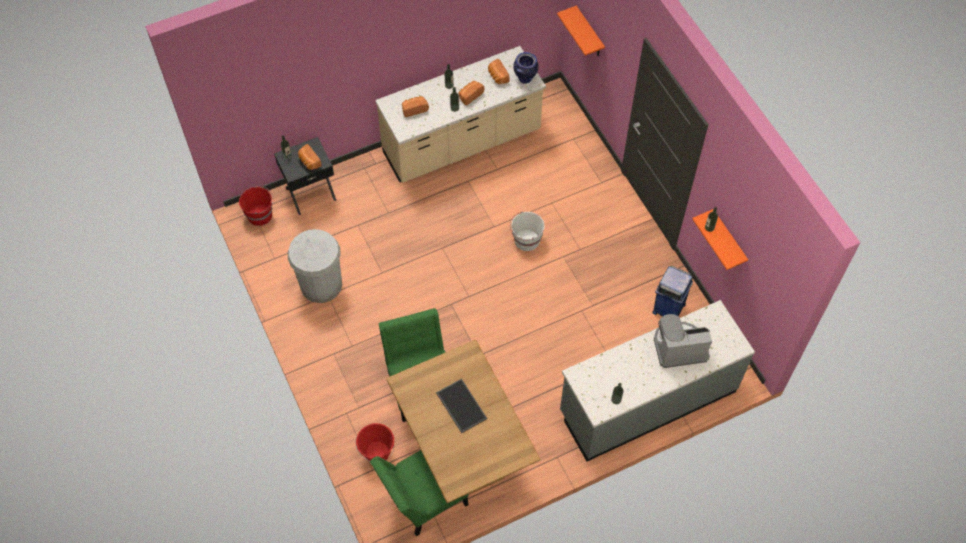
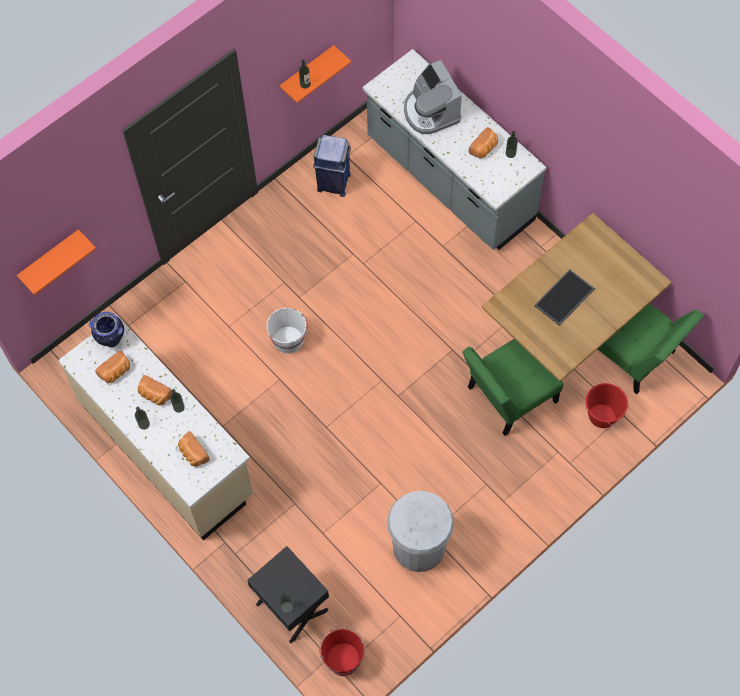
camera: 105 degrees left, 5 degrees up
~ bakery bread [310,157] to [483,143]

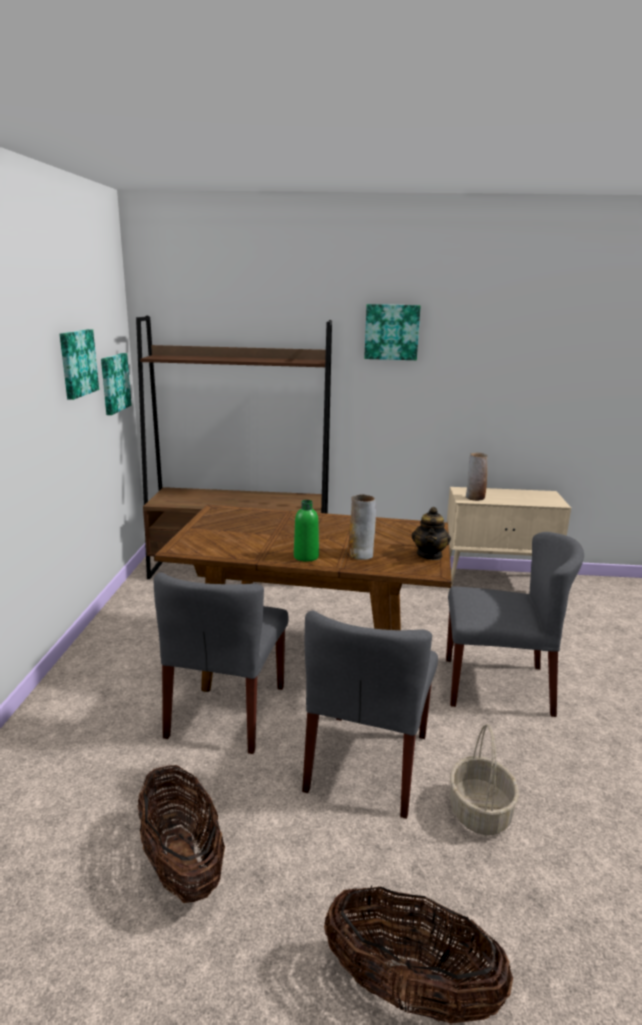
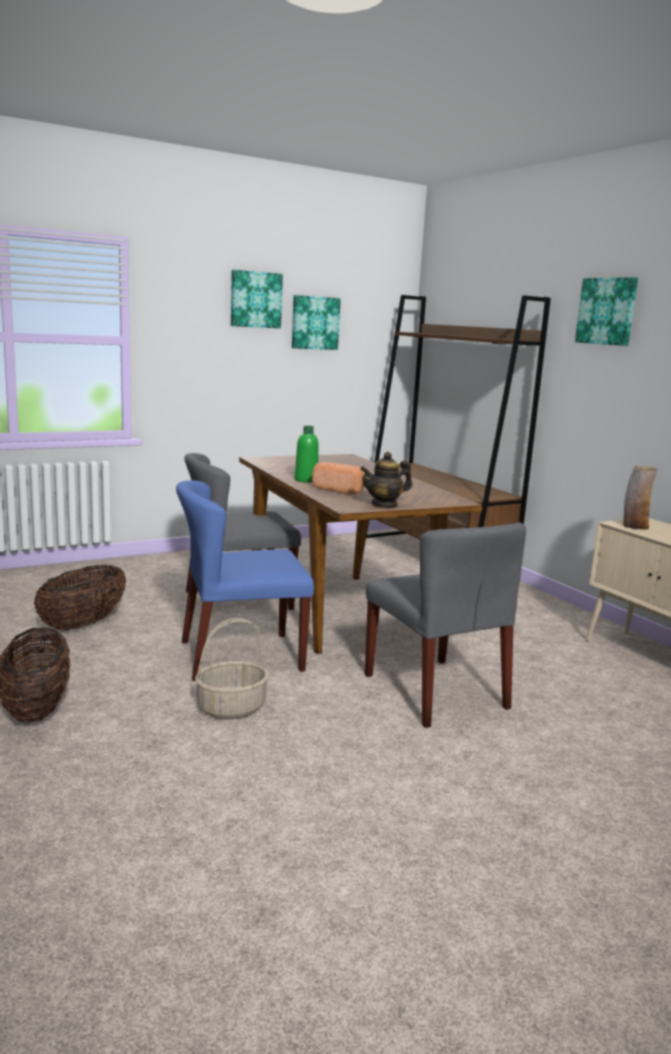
camera: 55 degrees right, 5 degrees down
~ wall art [116,384] to [257,299]
~ greyish chair [370,714] to bluish chair [245,580]
~ vase [361,527] to bakery bread [338,478]

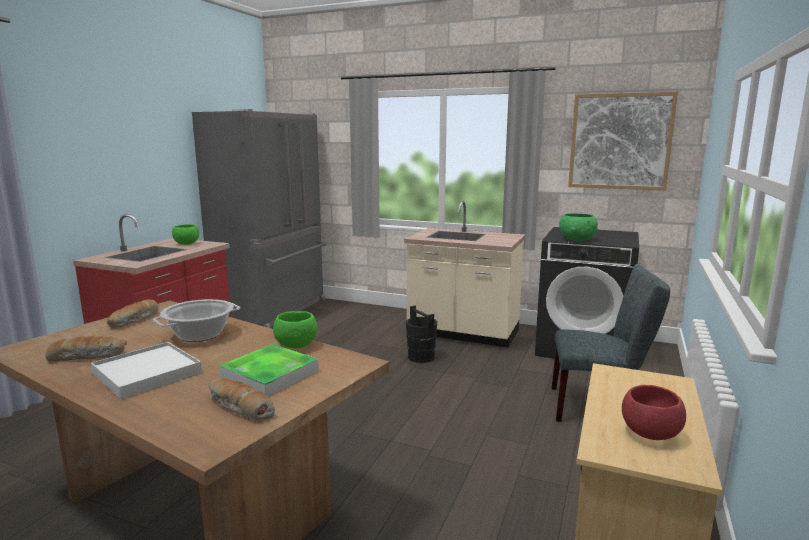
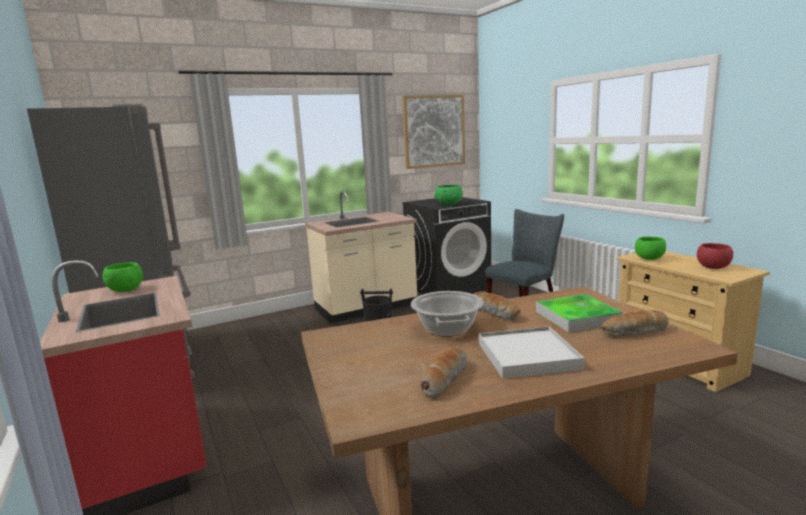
camera: 50 degrees left, 0 degrees up
~ bakery bread [133,313] to [497,305]
~ green deep dish [295,329] to [650,248]

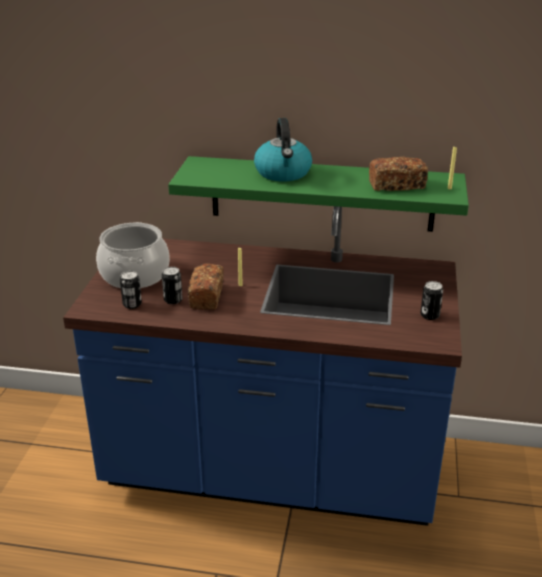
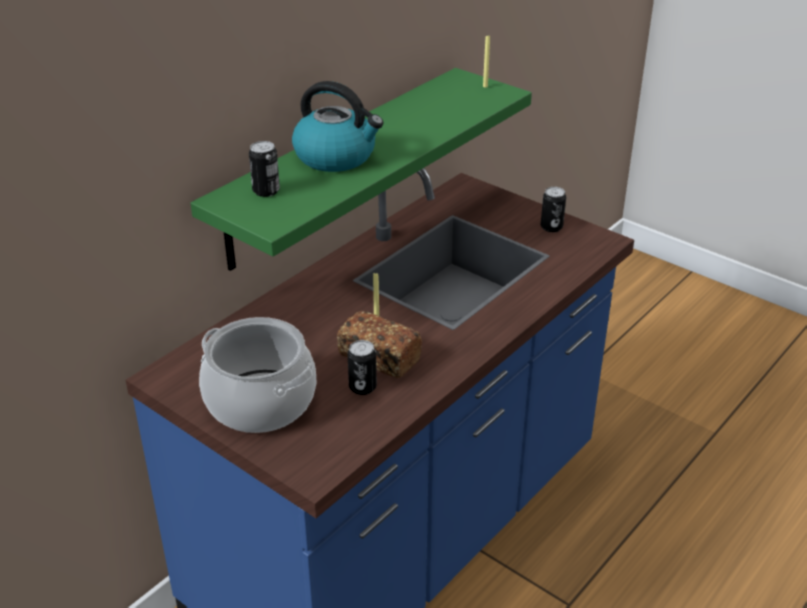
camera: 60 degrees left, 5 degrees up
~ can [131,290] to [264,169]
- bakery bread [398,174]

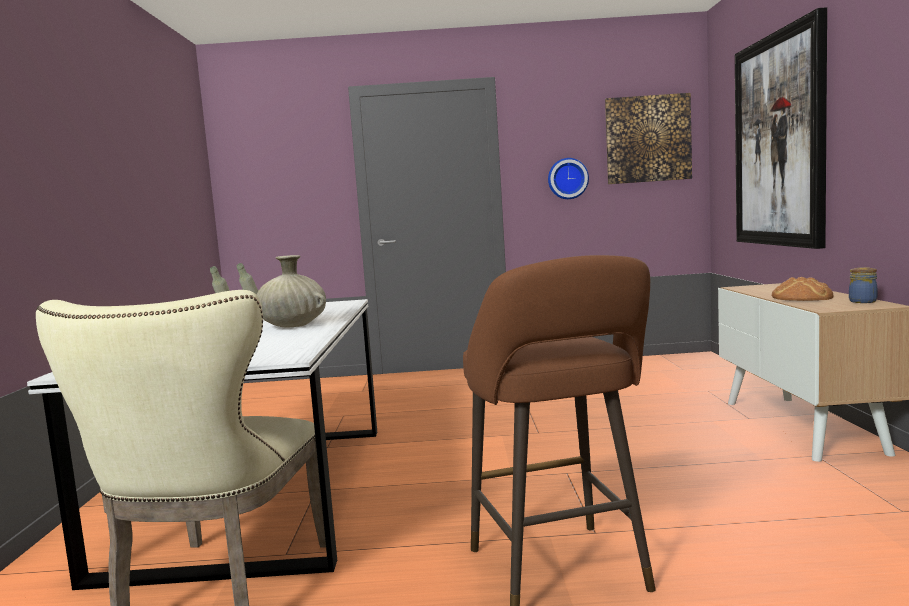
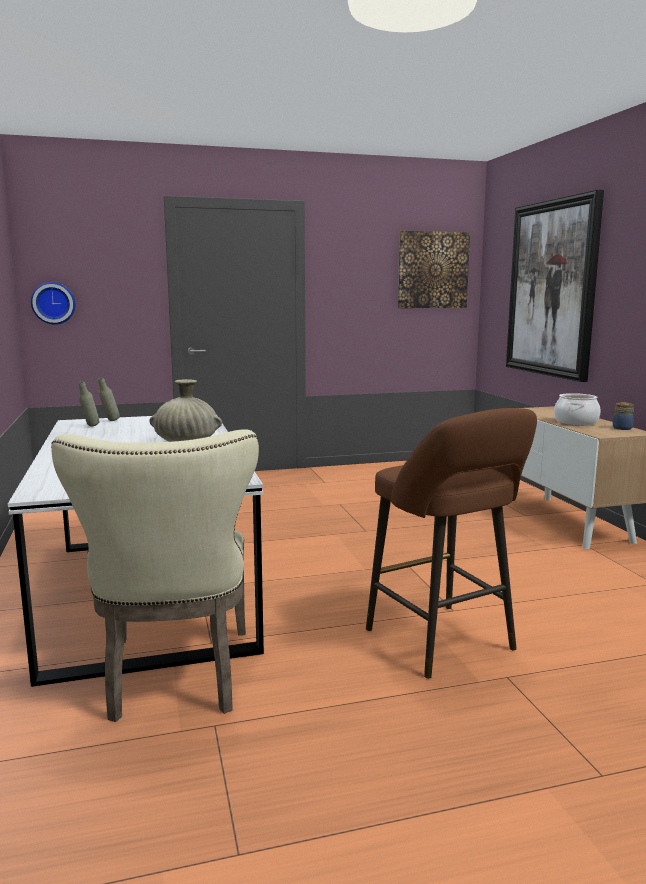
camera: 15 degrees left, 5 degrees up
~ clock on the wall [568,178] to [53,303]
~ bakery bread [803,289] to stockpot [577,409]

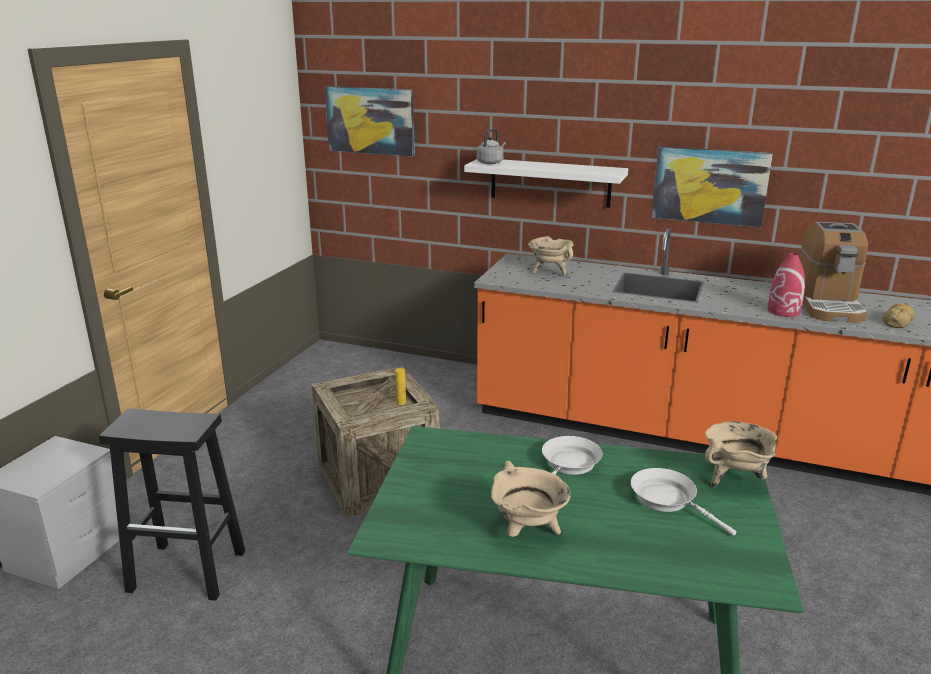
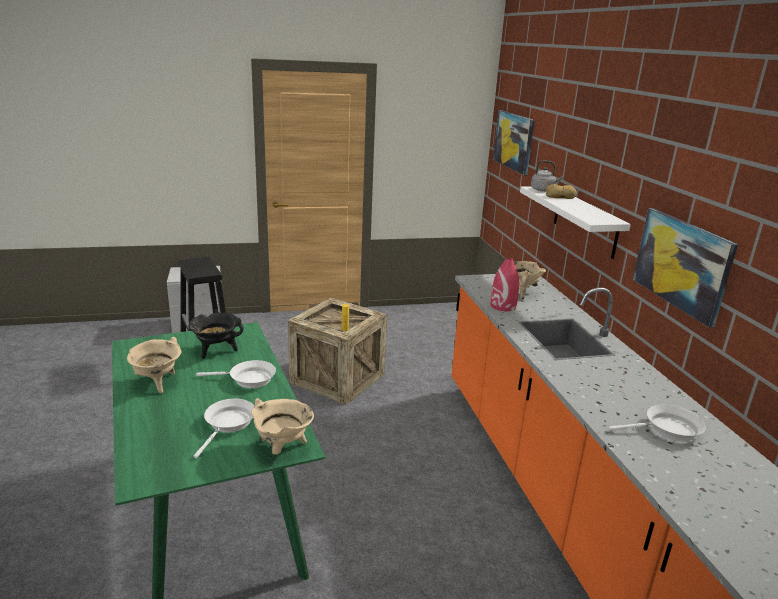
camera: 55 degrees right, 0 degrees up
~ red vase [786,285] to [504,284]
~ coffee brewer [833,272] to white-coloured frying pan [657,423]
~ bakery bread [899,315] to [561,191]
+ black-coloured stockpot [216,336]

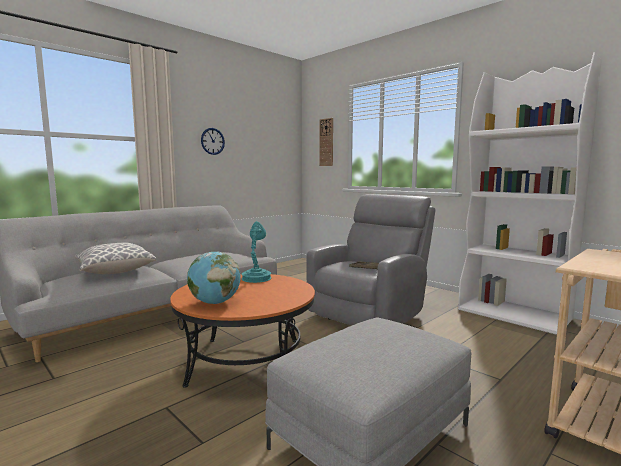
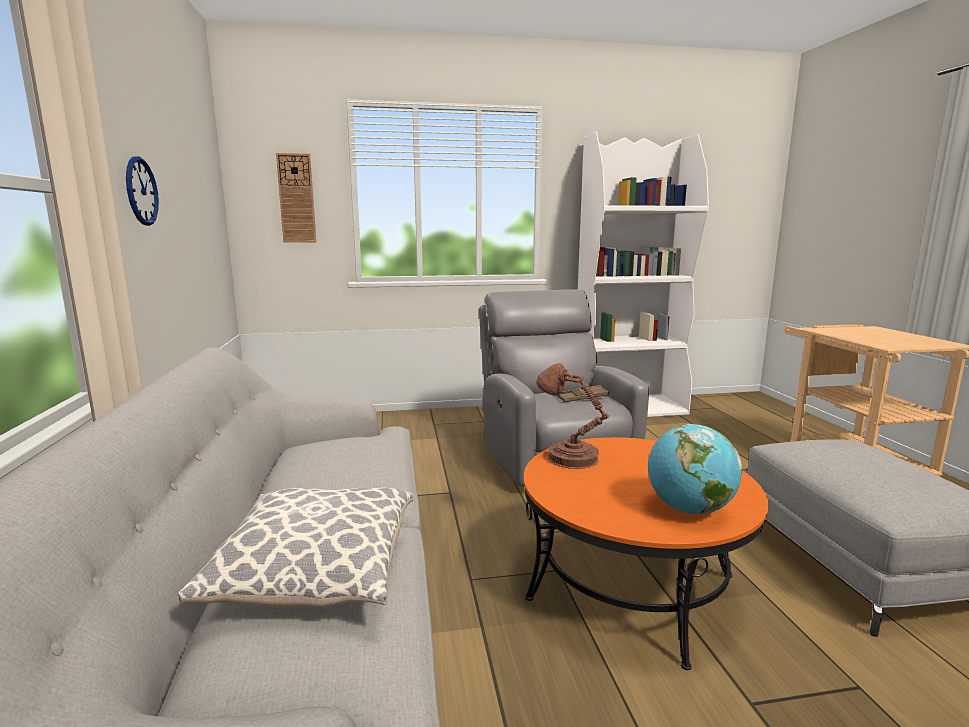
camera: 55 degrees left, 5 degrees up
~ turquoise-coloured lamp for a table [256,252] to brown lamp for a table [572,416]

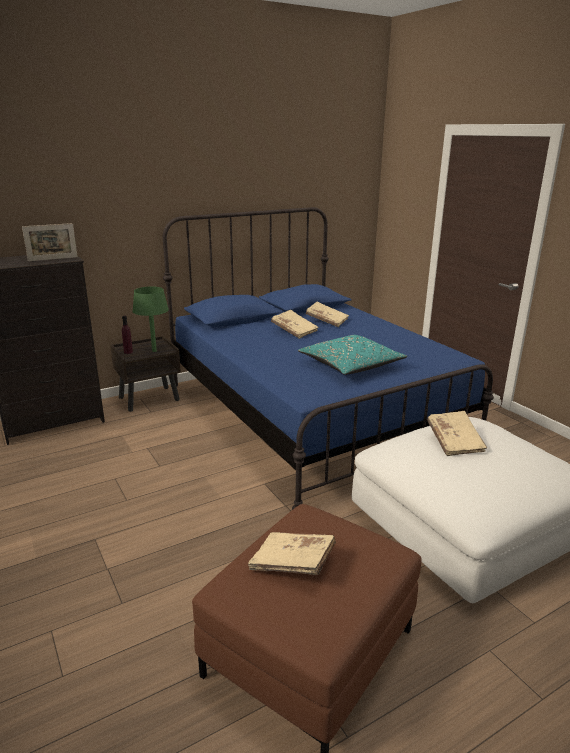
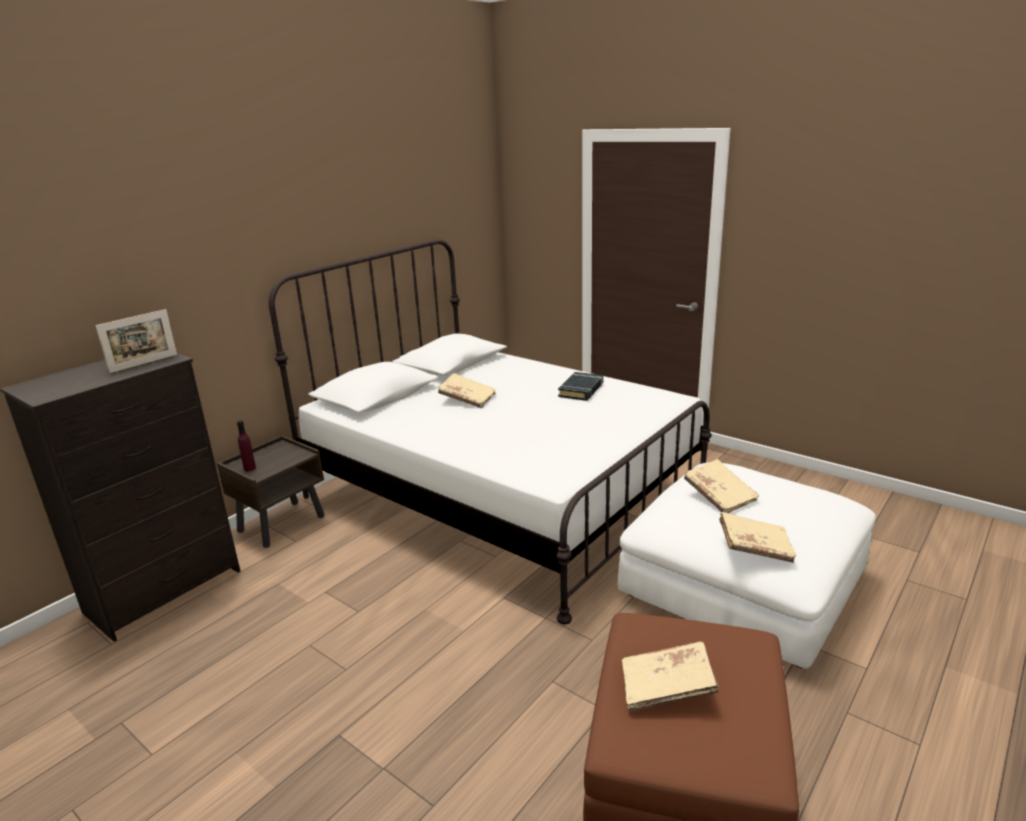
camera: 20 degrees left, 0 degrees up
- green lamp for a table [150,319]
~ bluish bed [328,358] to white-coloured bed [490,432]
- turquoise-coloured pillow [352,355]
~ beige-coloured volume [327,314] to [757,537]
+ black-coloured volume [580,386]

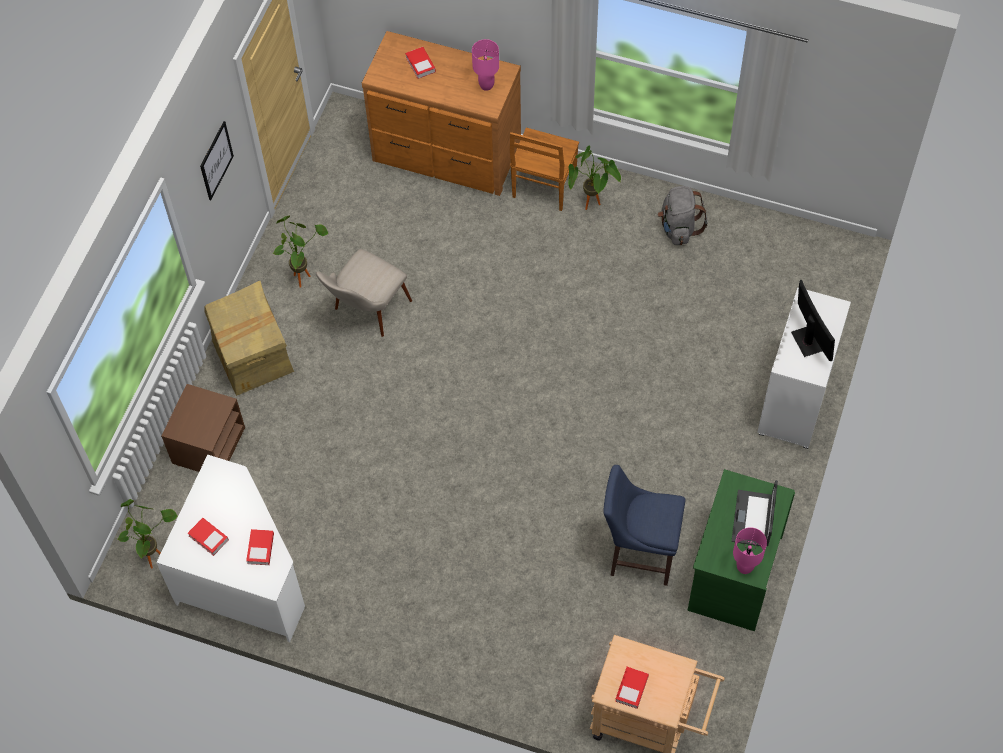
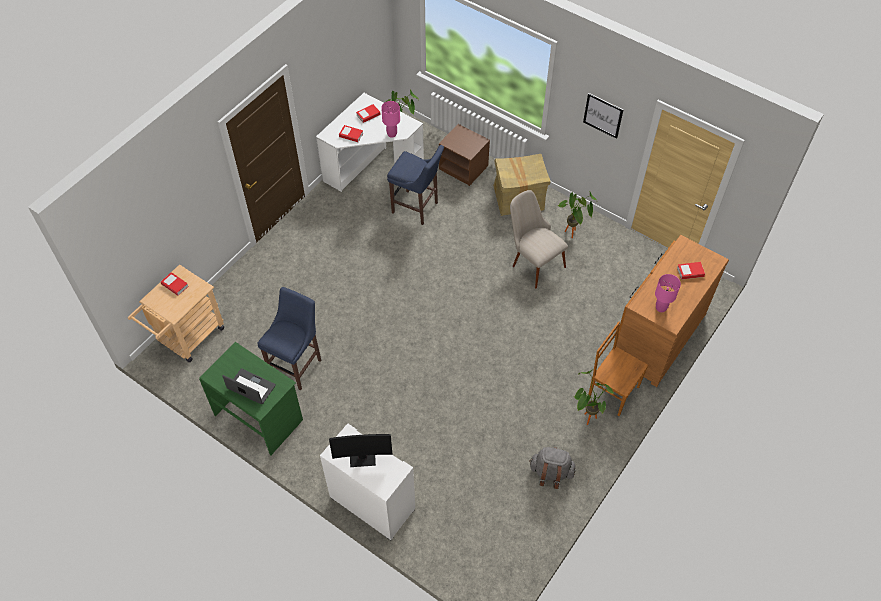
camera: 105 degrees right, 5 degrees down
~ pinkish lamp for a table [750,550] to [390,119]
+ bluish sitting stool [415,185]

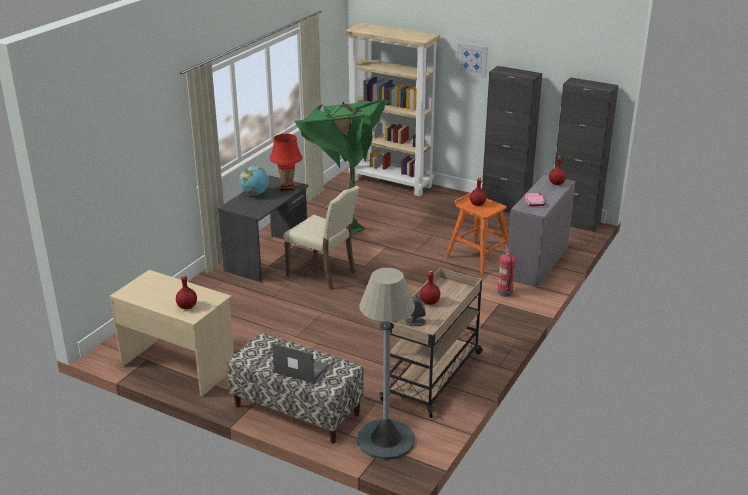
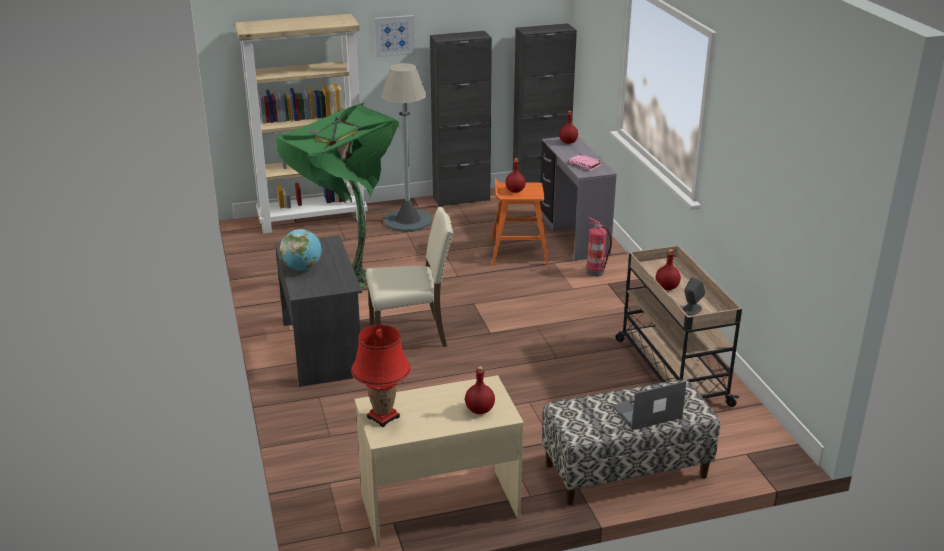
camera: 45 degrees left, 0 degrees up
~ red lamp for a table [286,162] to [381,376]
~ greyish standard lamp [386,364] to [406,147]

